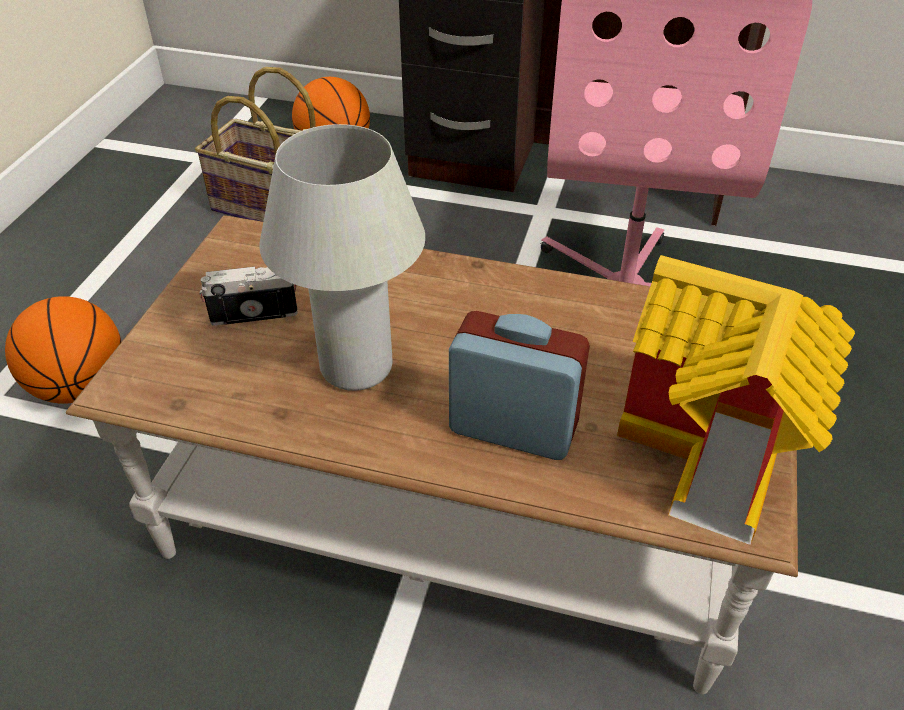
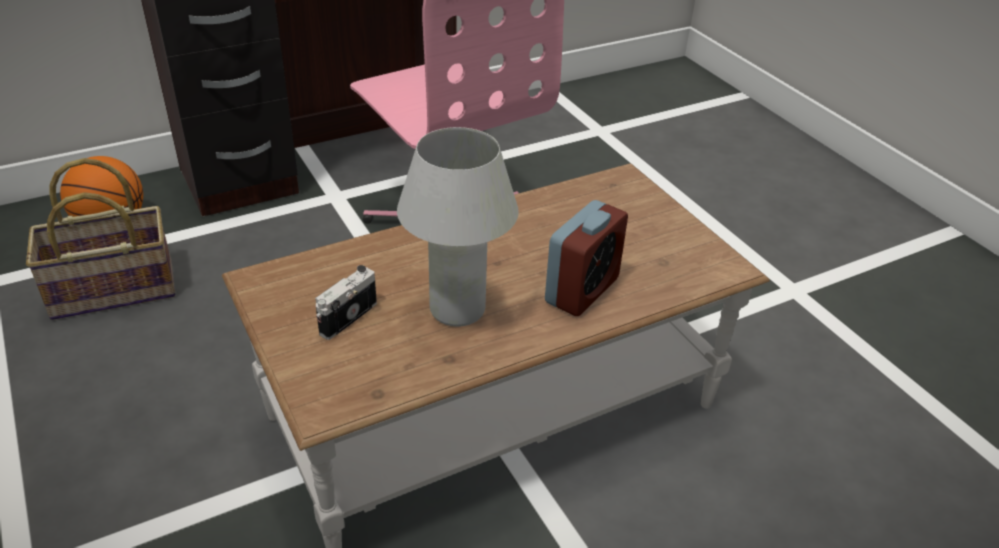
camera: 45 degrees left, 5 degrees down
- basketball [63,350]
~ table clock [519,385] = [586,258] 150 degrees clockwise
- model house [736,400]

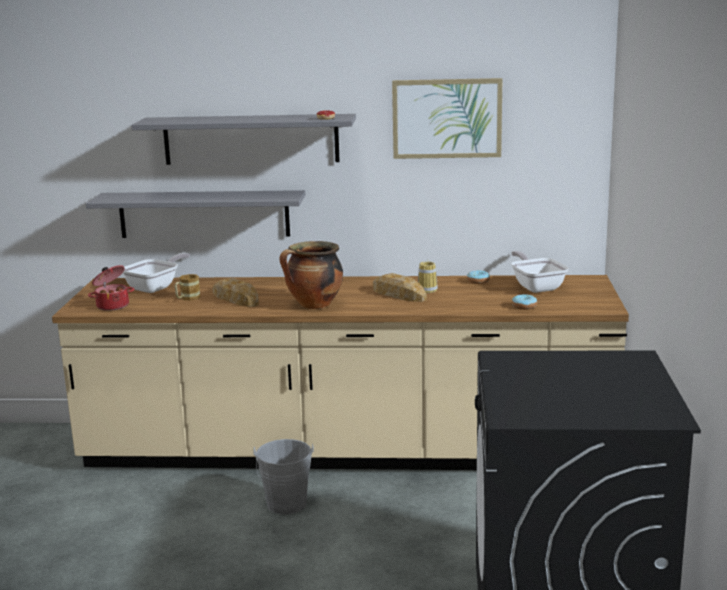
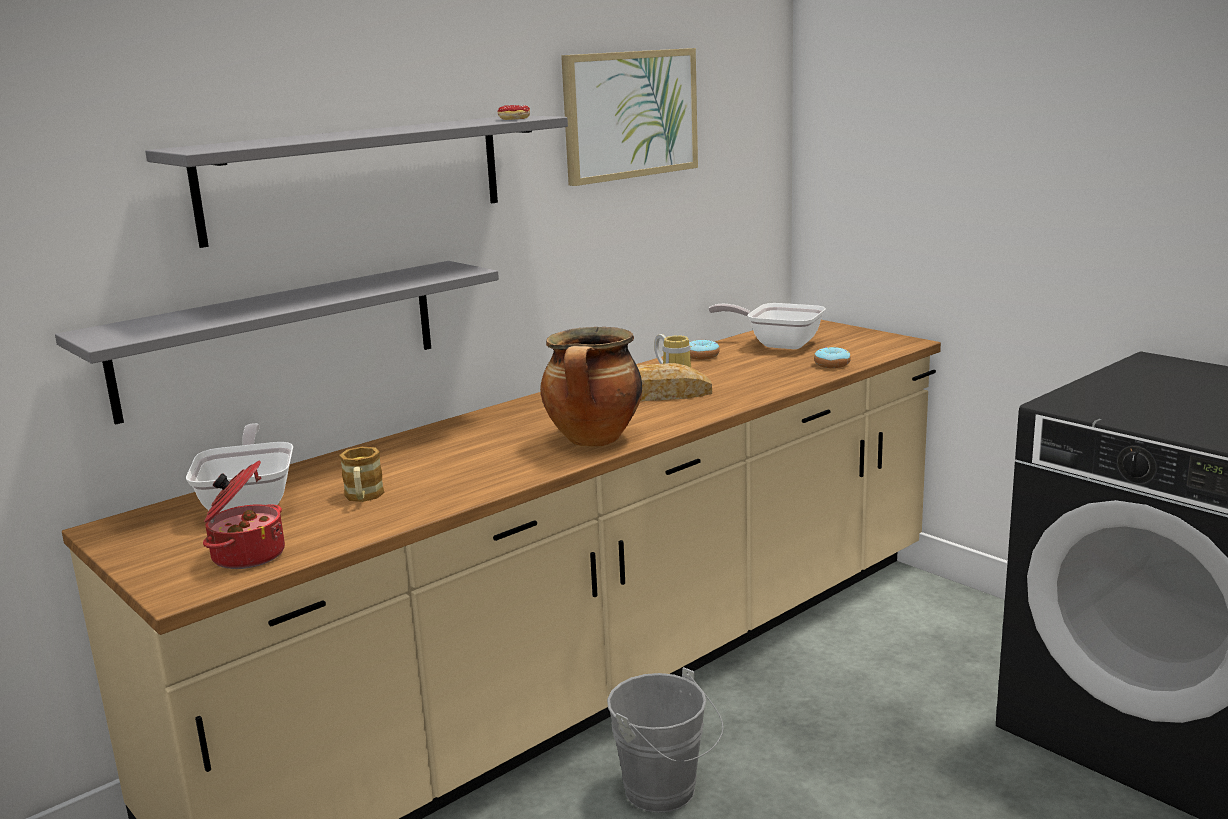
camera: 45 degrees left, 0 degrees up
- bakery bread [235,292]

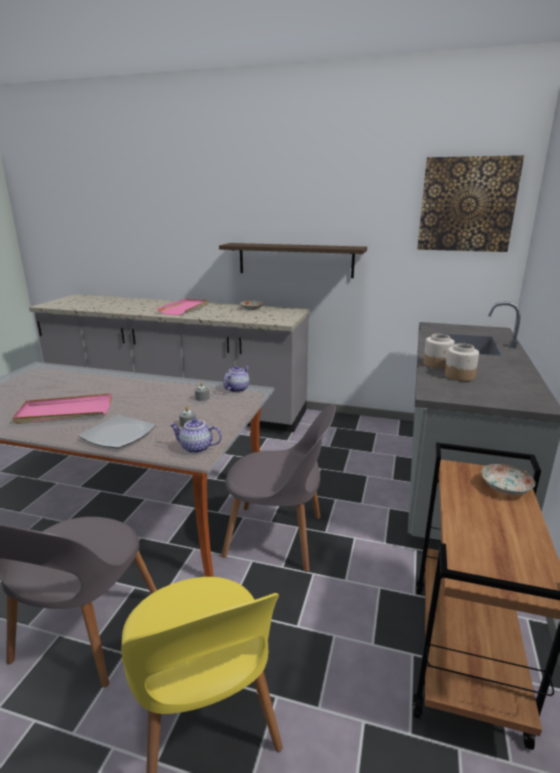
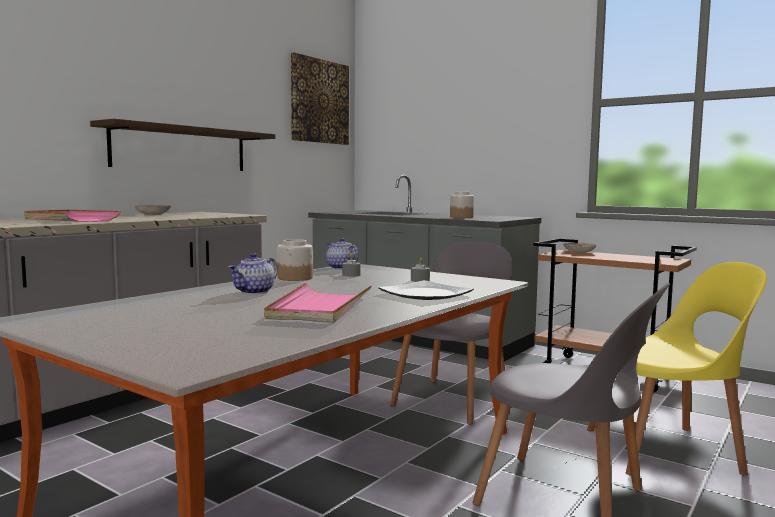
camera: 70 degrees left, 15 degrees down
~ pot for tea [195,435] to [253,273]
~ preserve jar [439,351] to [295,260]

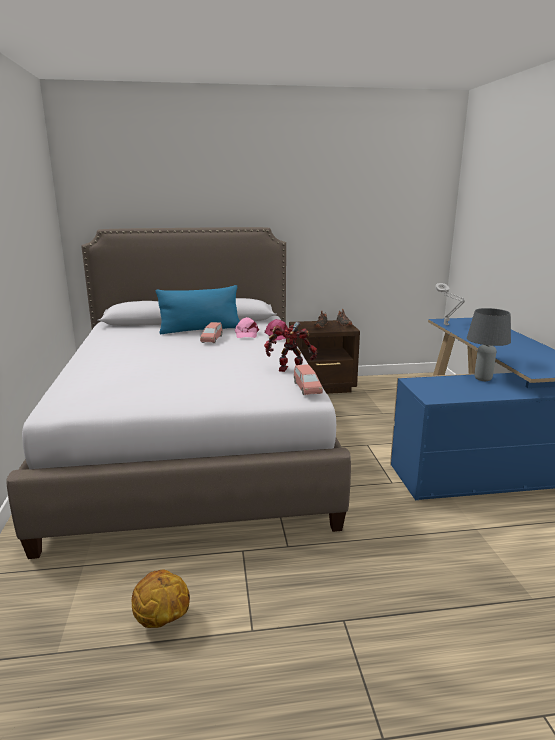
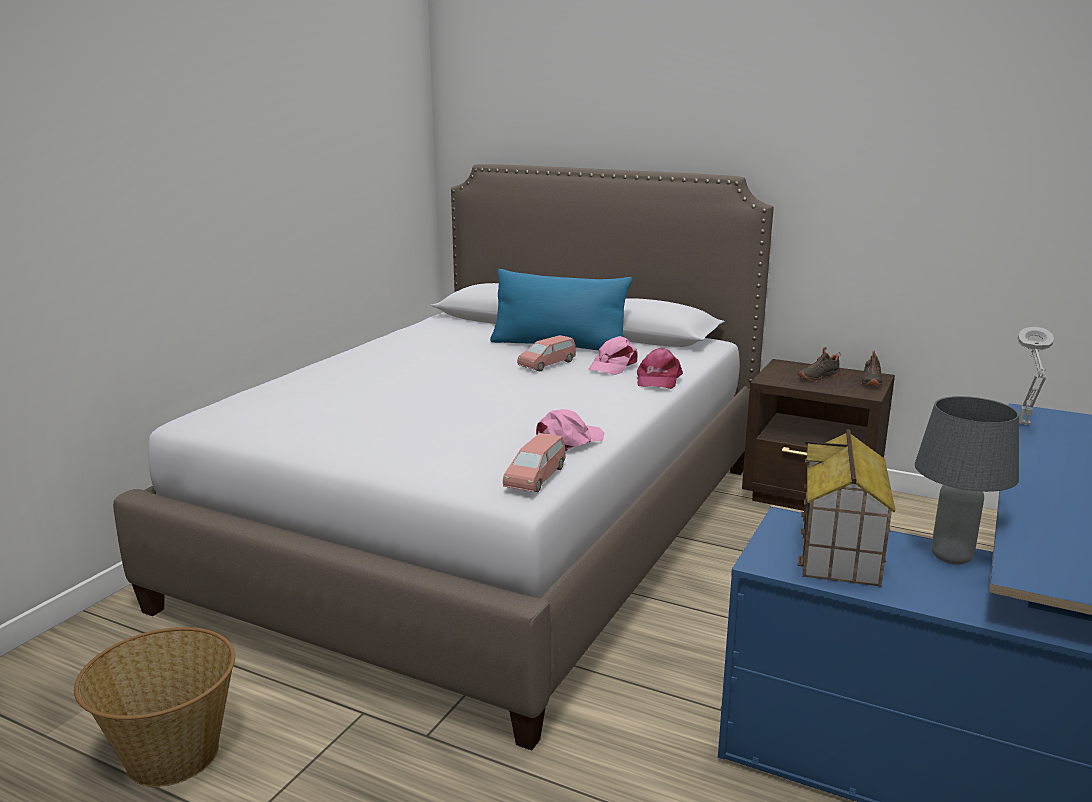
camera: 35 degrees right, 0 degrees up
~ basketball [161,599] to basket [154,707]
~ robot figure [290,347] to pinkish baseball cap [570,430]
+ model house [847,508]

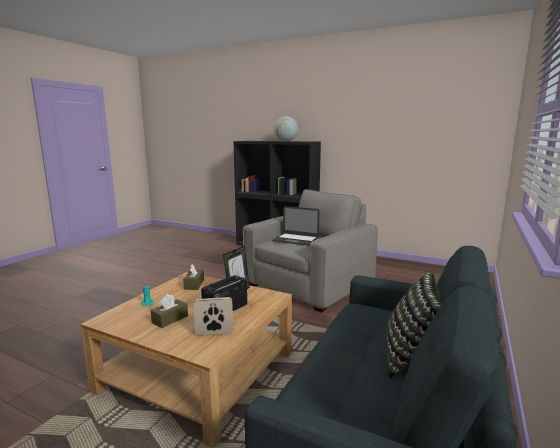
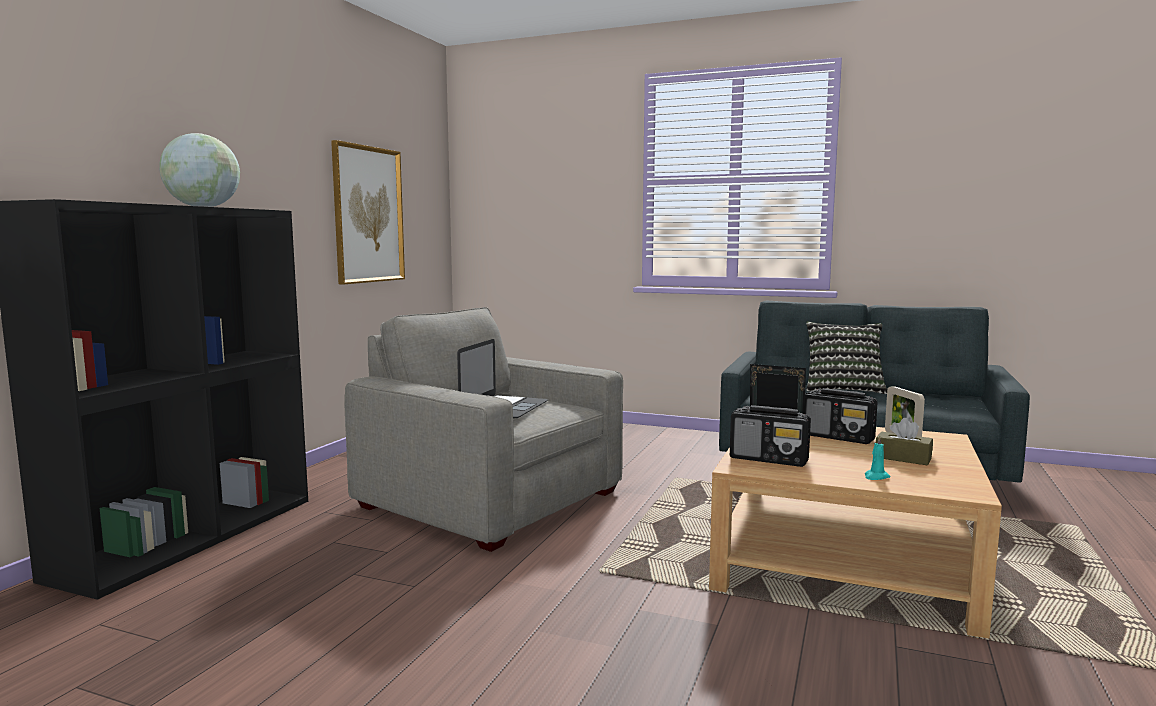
camera: 95 degrees left, 5 degrees down
~ brown tissue holder [193,277] to radio receiver [770,436]
+ wall art [368,212]

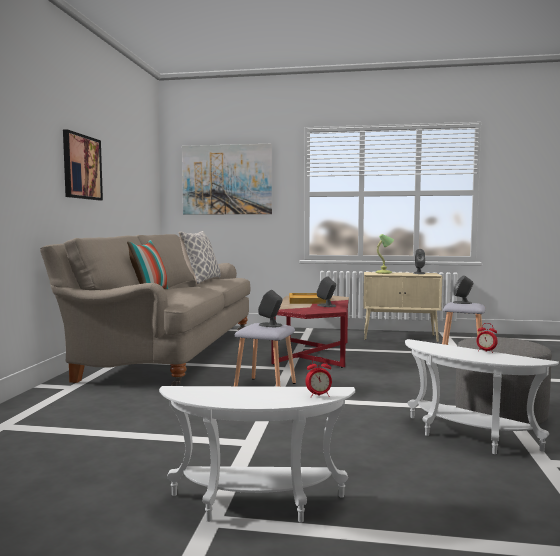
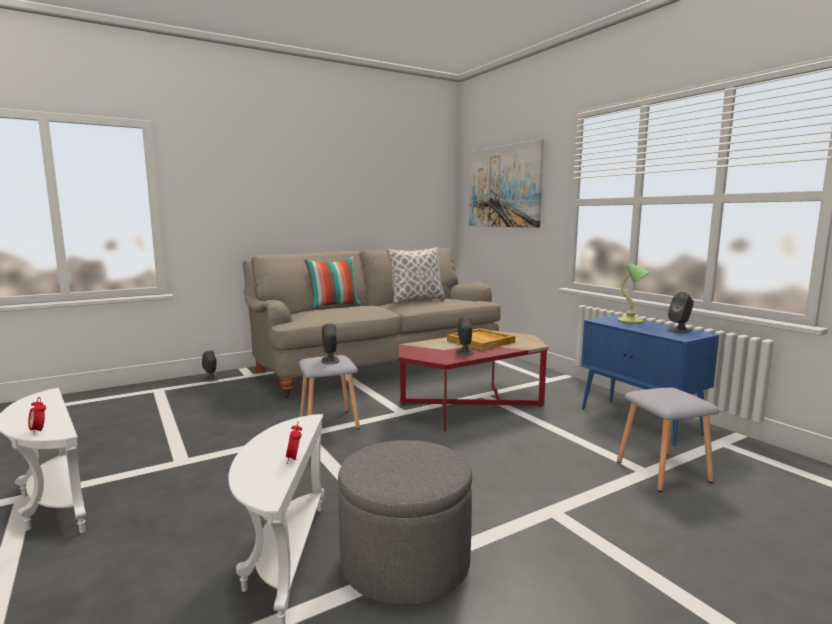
camera: 50 degrees right, 5 degrees up
- wall art [83,164]
~ beige-coloured storage cabinet [403,307] to bluish storage cabinet [650,380]
~ greyish audio speaker [463,289] to [210,366]

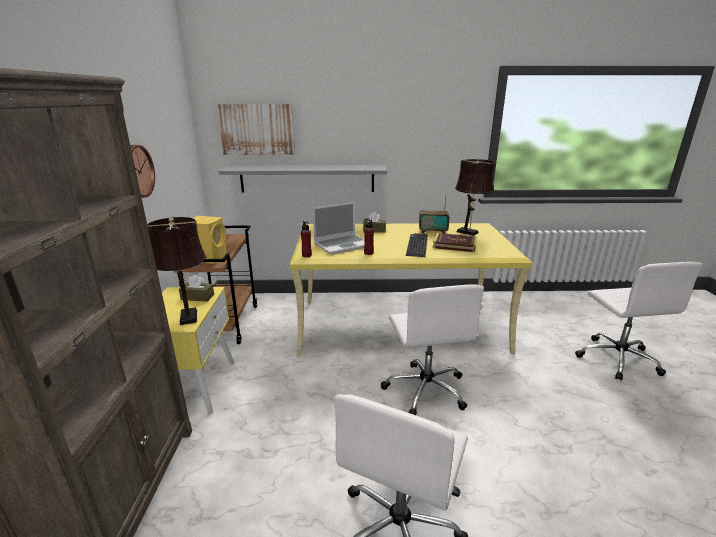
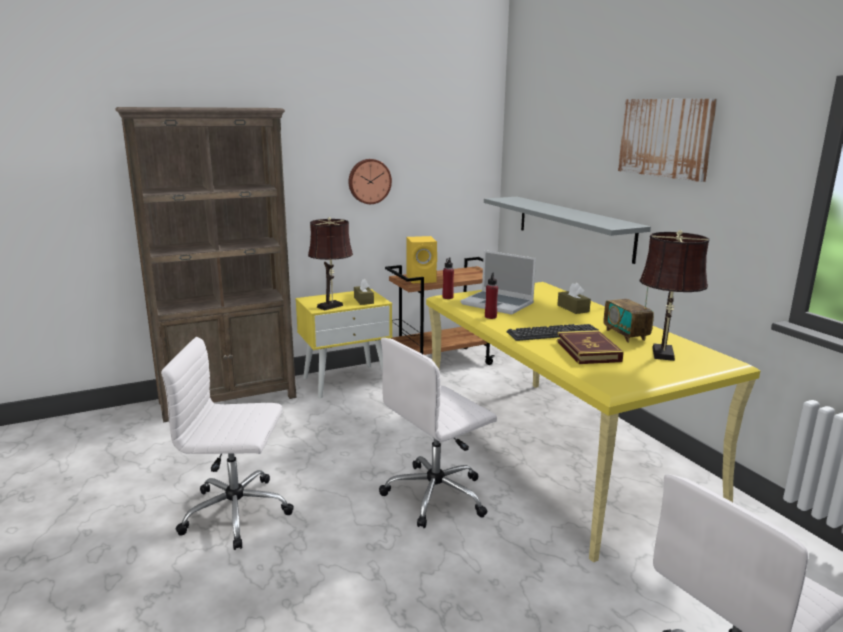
camera: 65 degrees right, 5 degrees down
~ wall art [256,129] to [667,140]

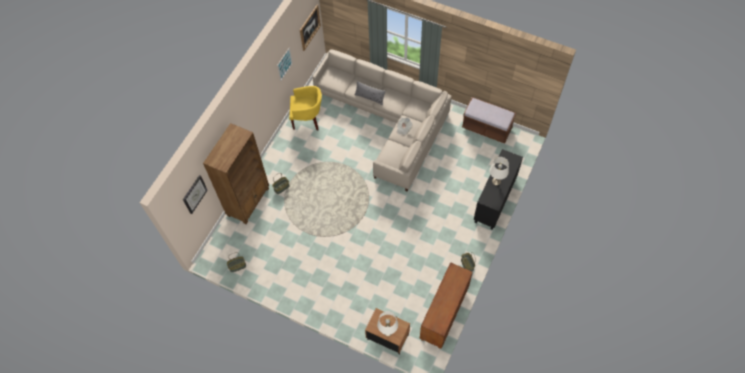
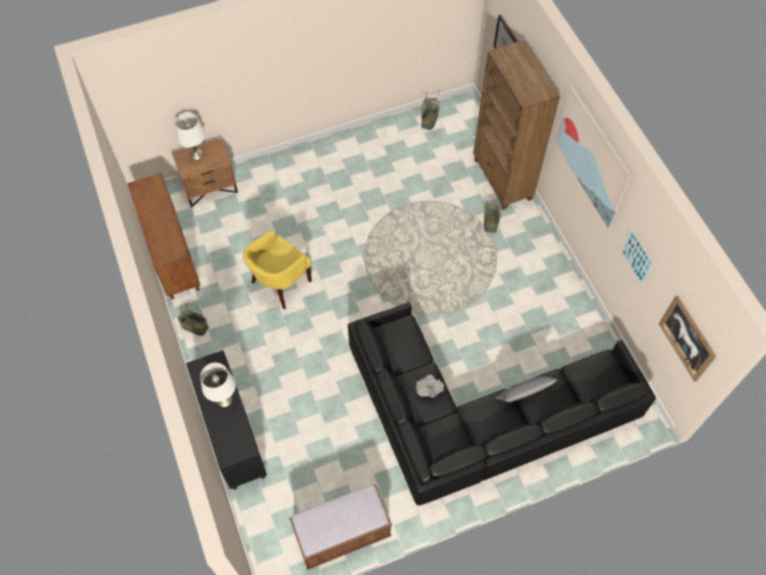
camera: 130 degrees right, 0 degrees up
~ yellow lounge chair [305,108] to [277,269]
~ beige-coloured sofa [382,120] to black-coloured sofa [502,403]
+ wall art [593,157]

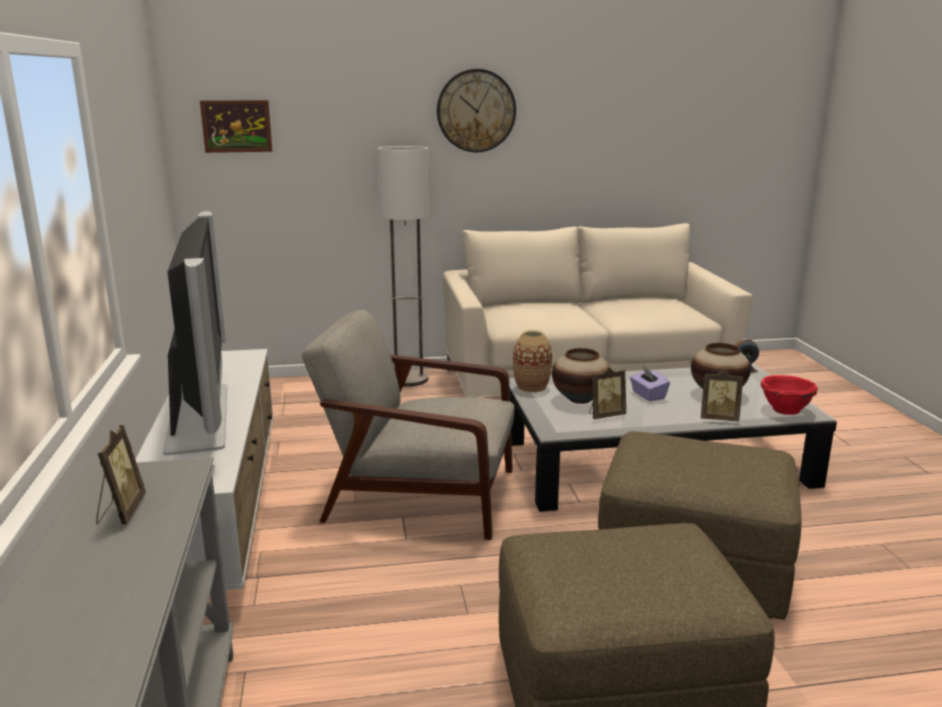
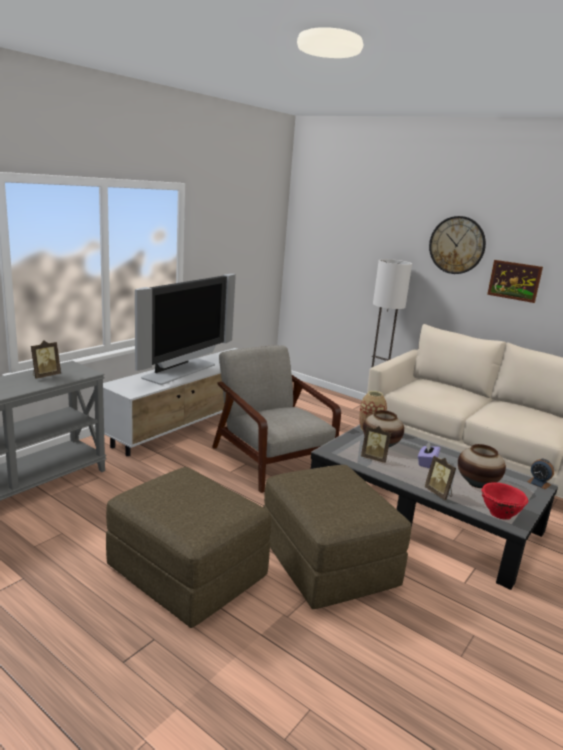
camera: 45 degrees right, 0 degrees up
~ wall art [236,126] to [515,281]

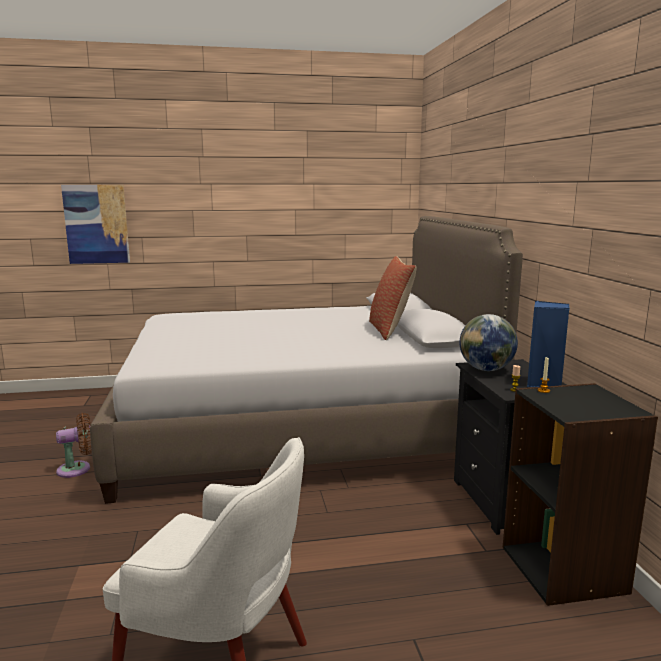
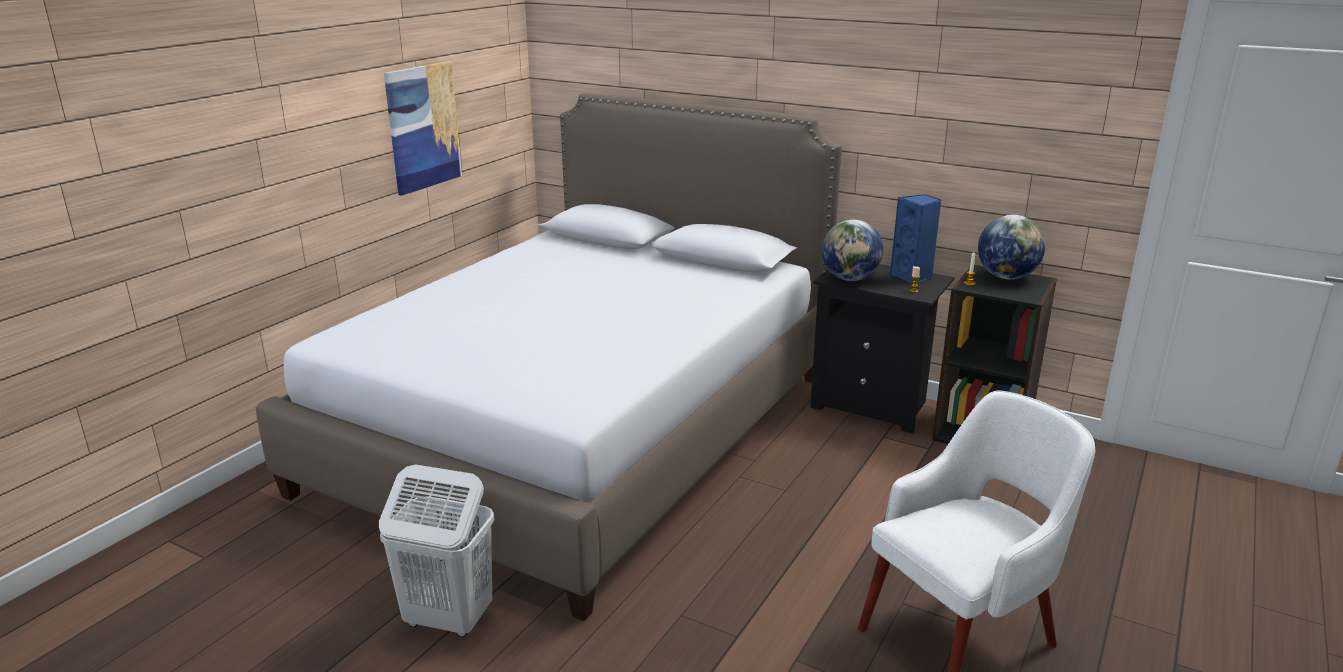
camera: 50 degrees left, 10 degrees up
~ brown cooling fan [74,445] to white-coloured laundry basket [436,550]
~ wall art [95,224] to [423,128]
- pillow [392,298]
+ desk globe [1011,247]

